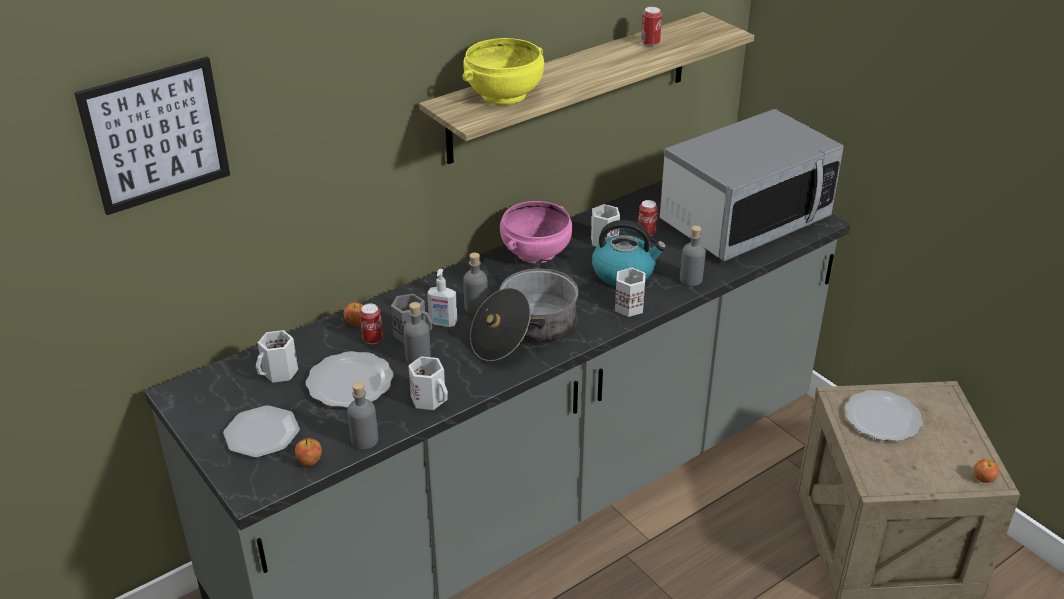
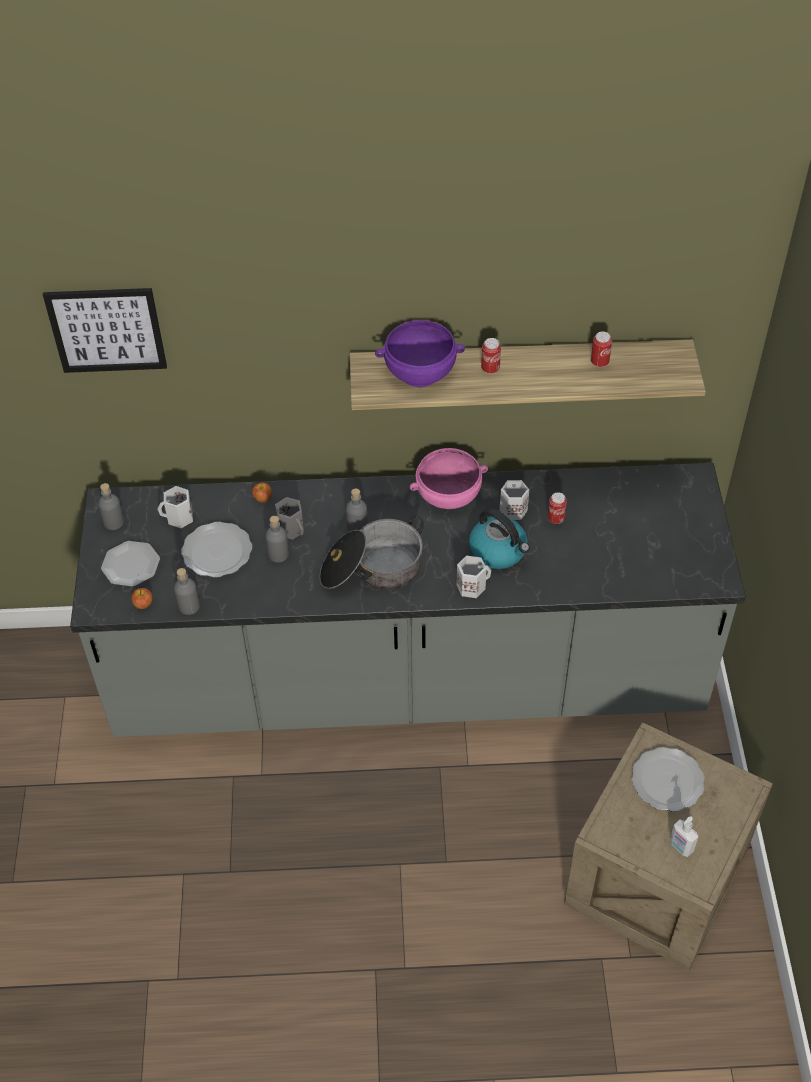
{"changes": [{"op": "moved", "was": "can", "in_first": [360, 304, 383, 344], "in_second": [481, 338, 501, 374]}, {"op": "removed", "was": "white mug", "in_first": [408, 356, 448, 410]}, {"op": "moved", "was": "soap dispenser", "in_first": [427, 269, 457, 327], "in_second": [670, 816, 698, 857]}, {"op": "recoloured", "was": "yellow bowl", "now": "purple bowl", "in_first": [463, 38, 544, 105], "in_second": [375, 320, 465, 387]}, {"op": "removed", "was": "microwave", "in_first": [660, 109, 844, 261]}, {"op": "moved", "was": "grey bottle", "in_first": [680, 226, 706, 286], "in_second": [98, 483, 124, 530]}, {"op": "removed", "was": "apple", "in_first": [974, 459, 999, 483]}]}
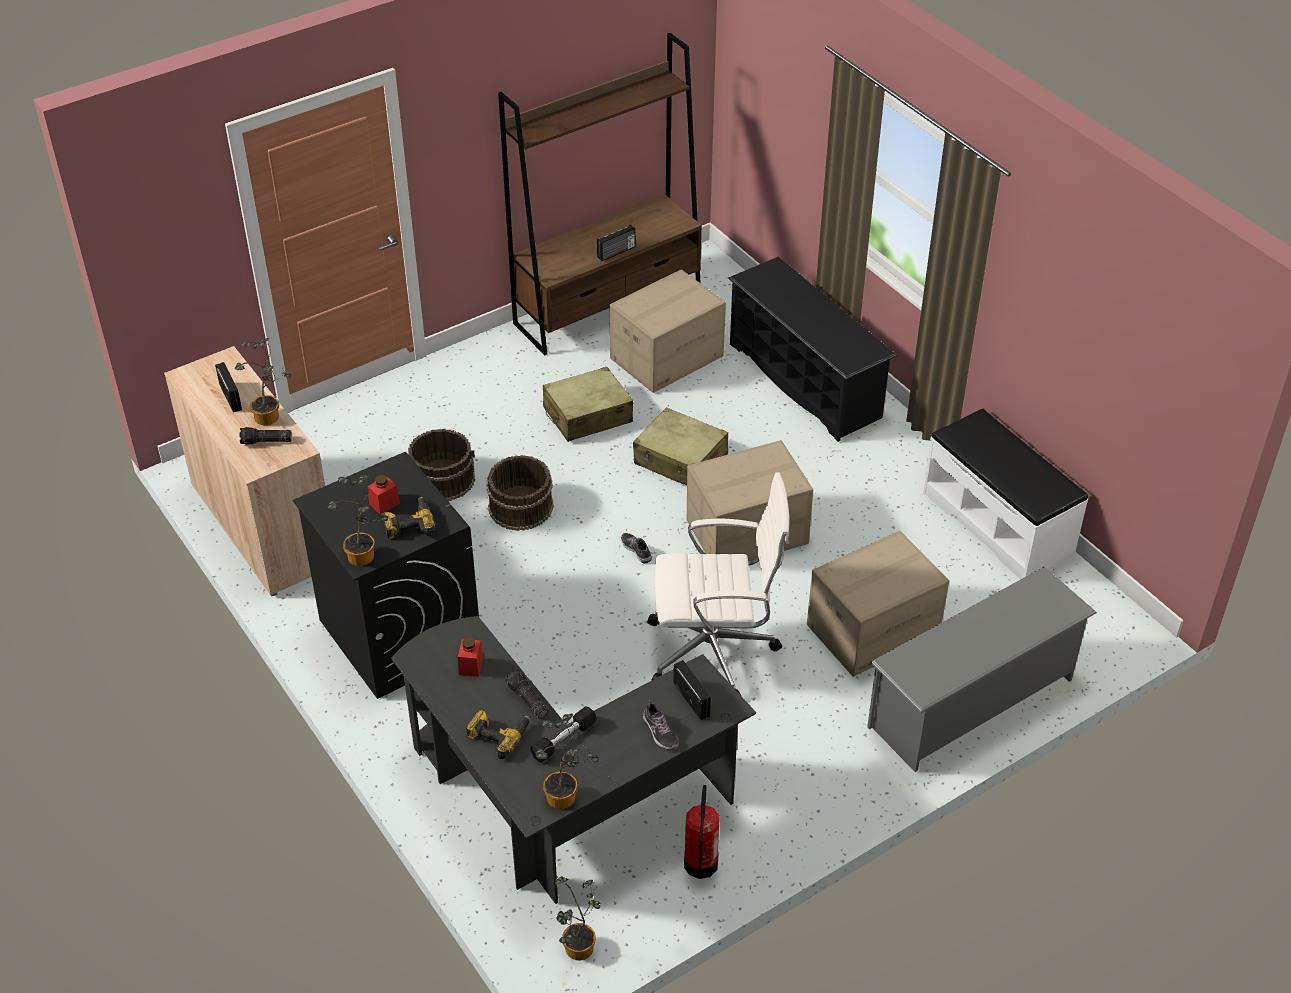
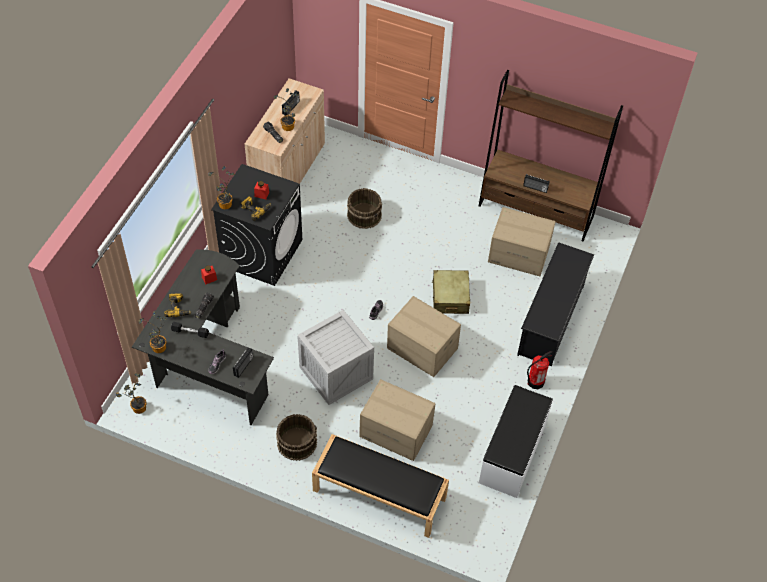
{"changes": [{"op": "moved", "was": "brown bucket", "in_first": [486, 455, 554, 531], "in_second": [276, 414, 317, 461]}, {"op": "removed", "was": "beige suitcase", "in_first": [543, 367, 633, 442]}, {"op": "replaced", "was": "white office chair", "now": "crate", "in_first": [647, 472, 789, 695], "in_second": [297, 310, 374, 405]}, {"op": "moved", "was": "fire extinguisher", "in_first": [684, 785, 720, 879], "in_second": [527, 351, 552, 389]}, {"op": "replaced", "was": "grey shoe rack", "now": "black bench", "in_first": [867, 567, 1097, 772], "in_second": [312, 434, 449, 538]}]}
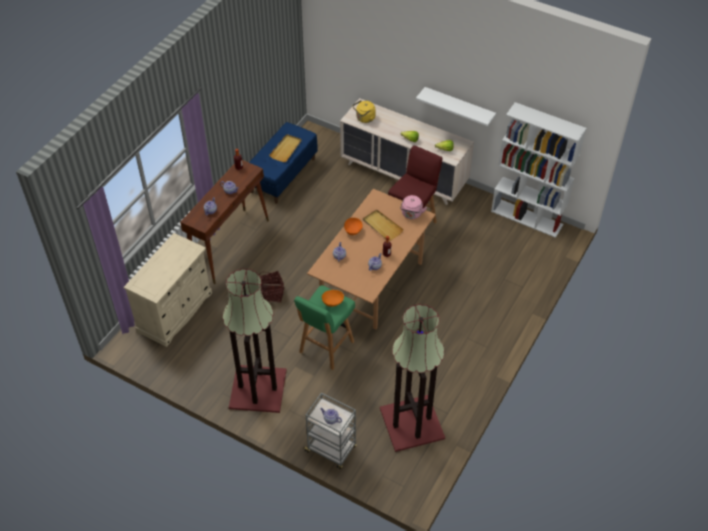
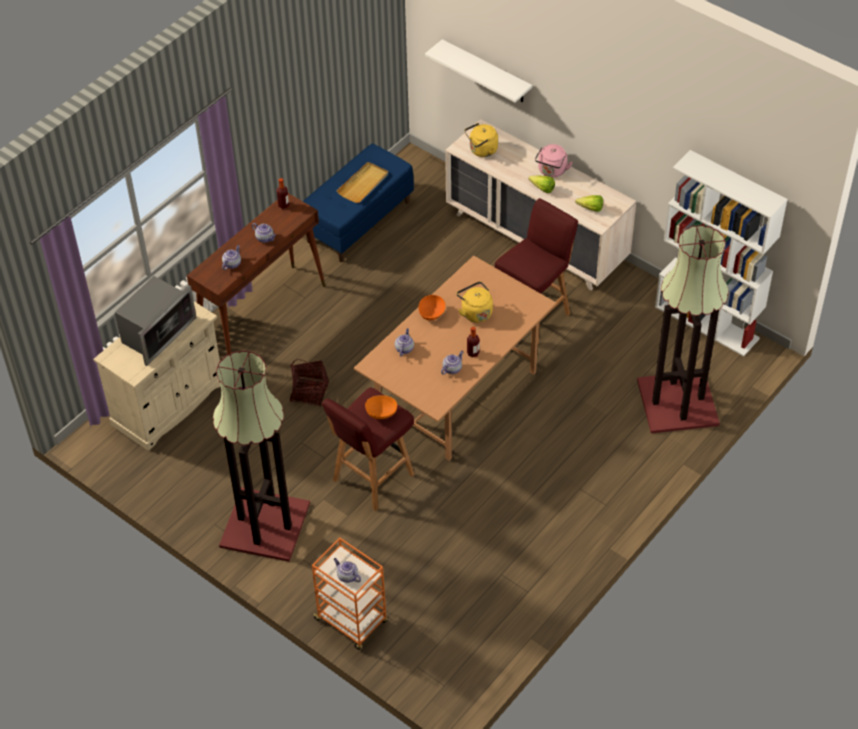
{"changes": [{"op": "recoloured", "was": "green stool", "now": "red stool", "in_first": [294, 285, 355, 370], "in_second": [322, 387, 415, 511]}, {"op": "recoloured", "was": "grey cart", "now": "orange cart", "in_first": [303, 393, 357, 469], "in_second": [311, 537, 388, 650]}, {"op": "replaced", "was": "beige tray", "now": "yellow kettle", "in_first": [363, 209, 404, 241], "in_second": [456, 282, 493, 323]}, {"op": "moved", "was": "floor lamp", "in_first": [380, 304, 445, 452], "in_second": [637, 225, 729, 433]}, {"op": "moved", "was": "pink kettle", "in_first": [400, 195, 427, 219], "in_second": [535, 144, 573, 177]}, {"op": "moved", "was": "white shelf", "in_first": [416, 87, 496, 126], "in_second": [425, 39, 532, 103]}, {"op": "added", "now": "microwave", "in_second": [115, 276, 197, 366]}]}
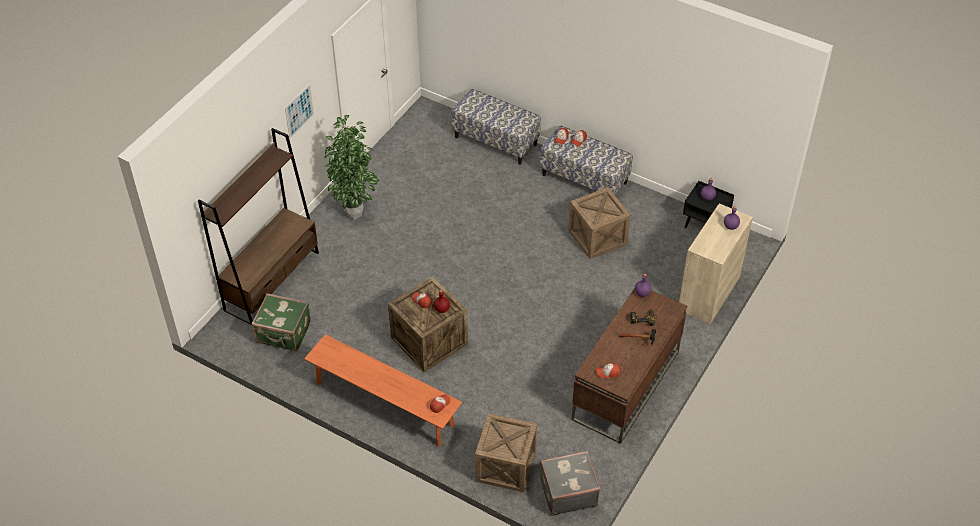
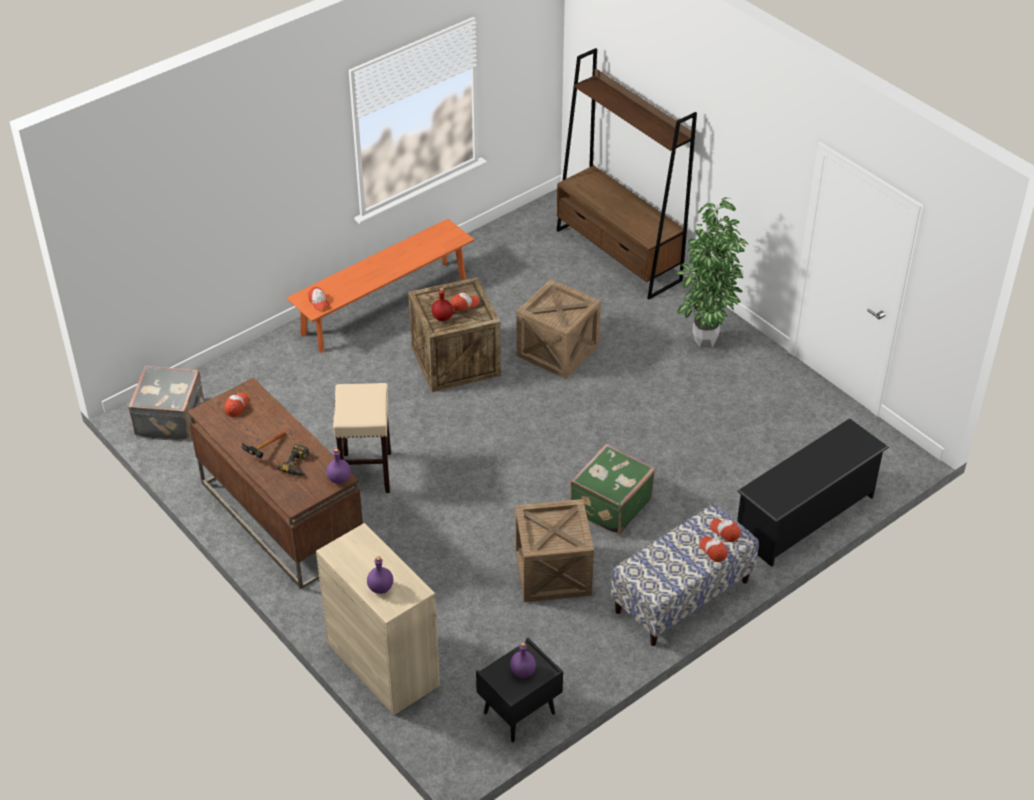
{"changes": [{"op": "moved", "was": "green suitcase", "in_first": [251, 293, 311, 351], "in_second": [570, 444, 655, 535]}, {"op": "removed", "was": "picture", "in_first": [285, 84, 314, 138]}, {"op": "replaced", "was": "bench", "now": "black shoe rack", "in_first": [451, 89, 541, 165], "in_second": [737, 418, 889, 567]}, {"op": "moved", "was": "crate", "in_first": [475, 413, 537, 492], "in_second": [517, 279, 601, 379]}, {"op": "added", "now": "beige stool", "in_second": [333, 383, 391, 493]}]}
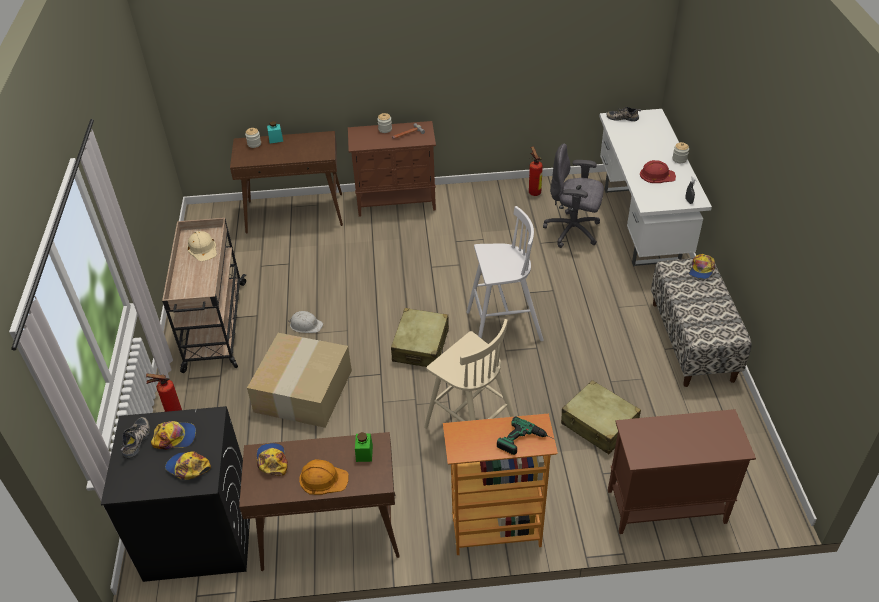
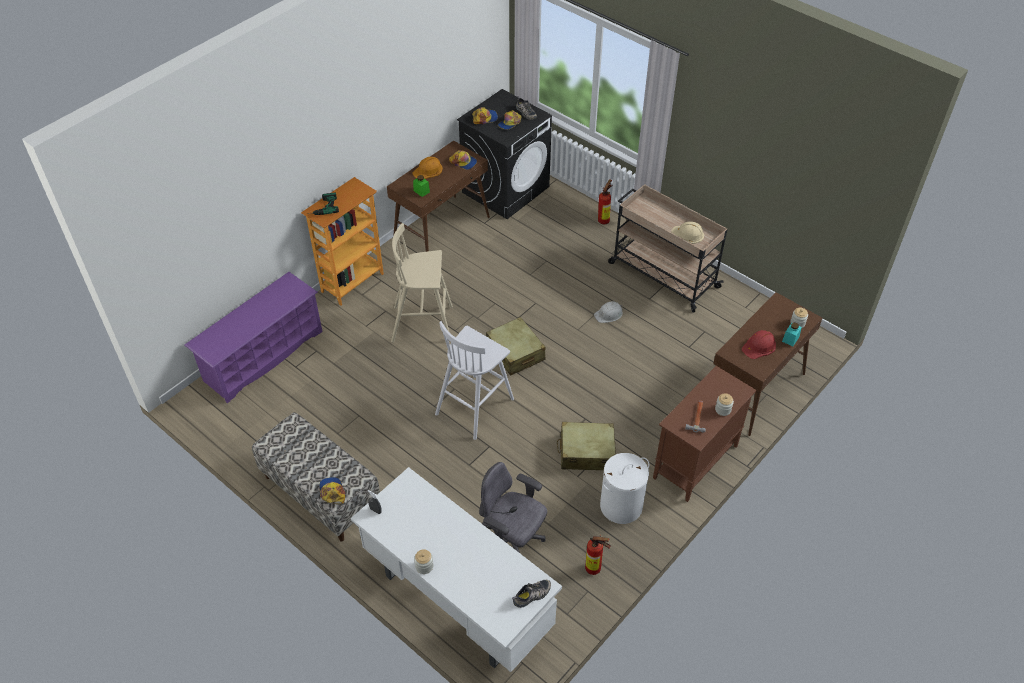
{"changes": [{"op": "removed", "was": "cardboard box", "in_first": [247, 333, 352, 428]}, {"op": "turned", "was": "grey office chair", "in_first": [543, 144, 604, 248], "in_second": [479, 462, 547, 553], "clockwise": -120}, {"op": "moved", "was": "beige suitcase", "in_first": [561, 380, 641, 454], "in_second": [557, 422, 616, 470]}, {"op": "replaced", "was": "brown cabinet", "now": "purple shoe rack", "in_first": [608, 409, 756, 534], "in_second": [185, 272, 323, 403]}, {"op": "moved", "was": "red hard hat", "in_first": [640, 160, 676, 183], "in_second": [742, 330, 776, 359]}, {"op": "added", "now": "white laundry basket", "in_second": [600, 453, 649, 524]}]}
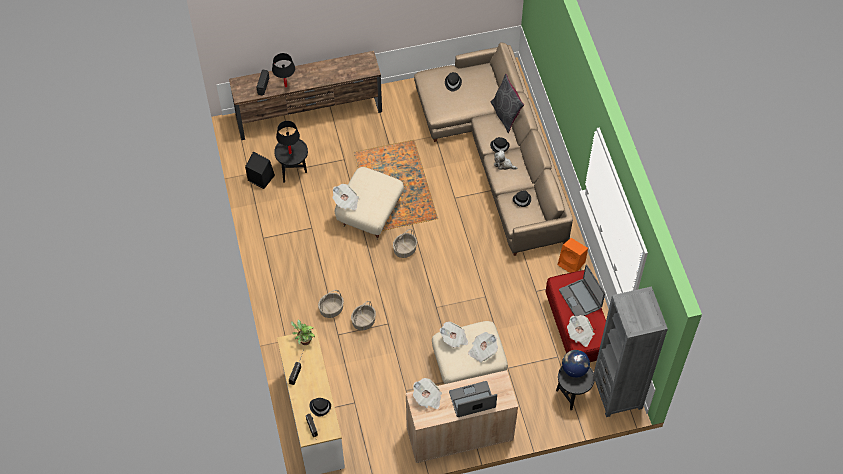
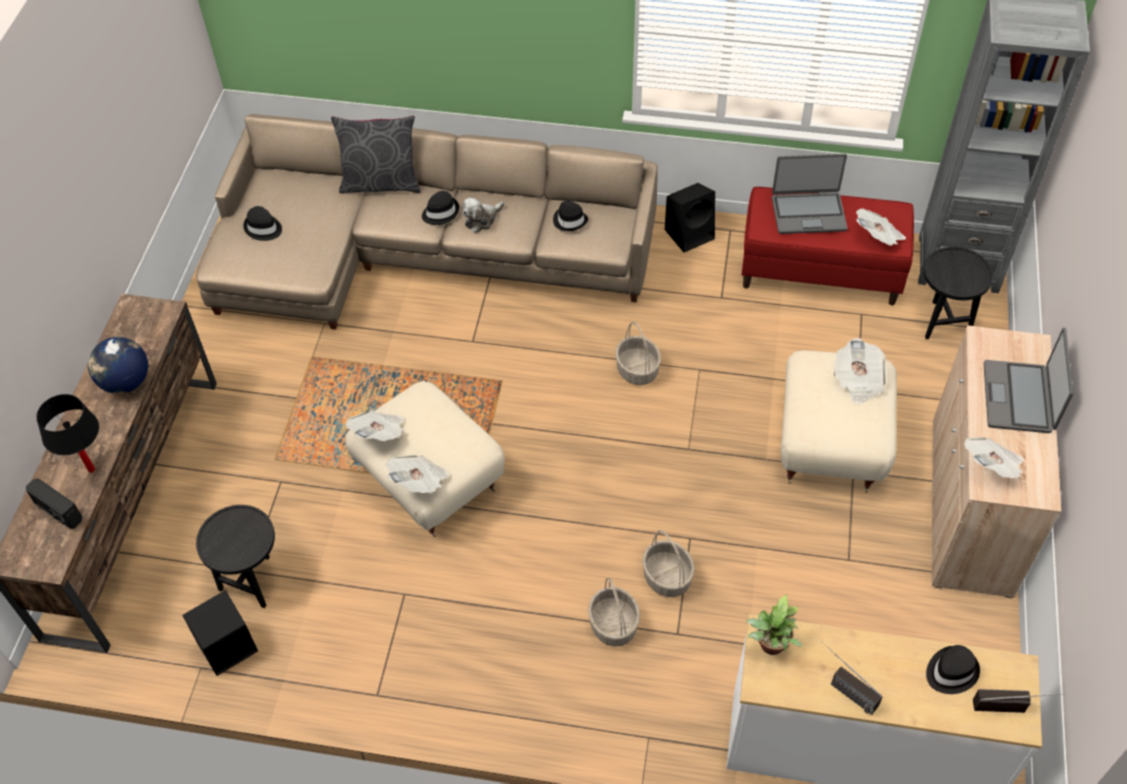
{"changes": [{"op": "removed", "was": "black table lamp", "in_first": [276, 121, 300, 154]}, {"op": "moved", "was": "basket", "in_first": [393, 229, 417, 258], "in_second": [616, 321, 661, 385]}, {"op": "moved", "was": "newspaper", "in_first": [440, 322, 468, 348], "in_second": [346, 410, 404, 441]}, {"op": "recoloured", "was": "orange speaker", "now": "black speaker", "in_first": [558, 238, 588, 273], "in_second": [665, 183, 715, 252]}, {"op": "moved", "was": "globe", "in_first": [562, 350, 590, 378], "in_second": [88, 337, 148, 394]}]}
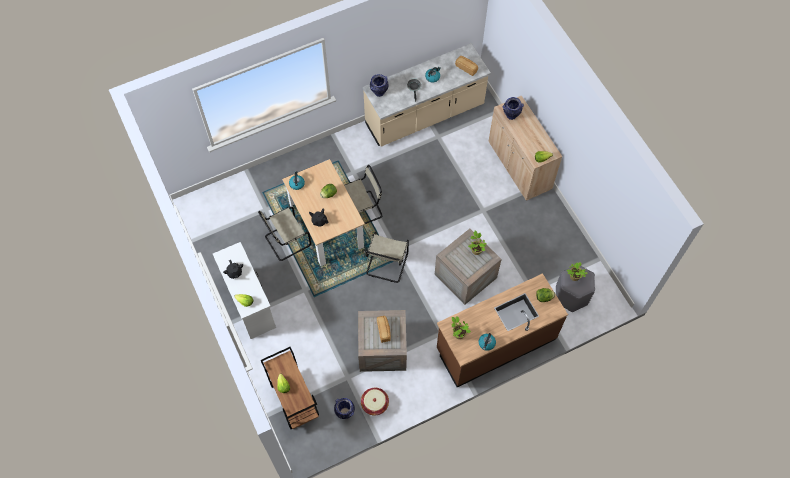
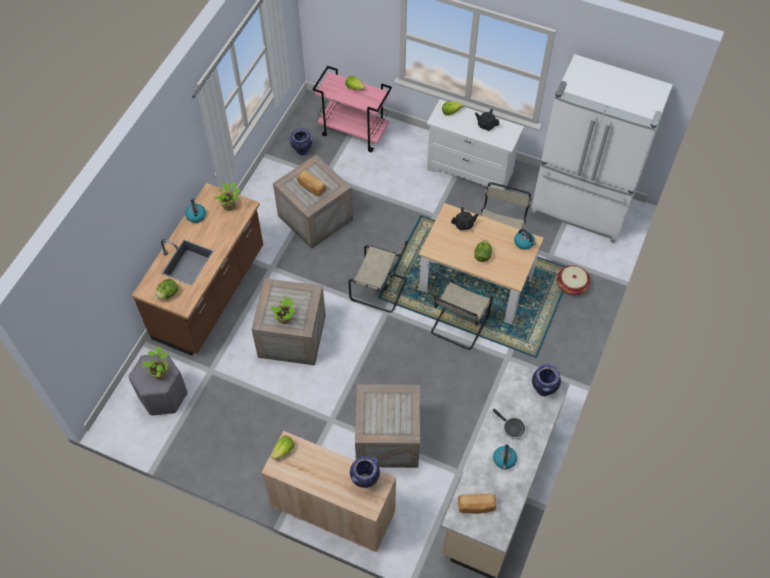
{"changes": [{"op": "recoloured", "was": "brown cart", "now": "pink cart", "in_first": [261, 347, 319, 429], "in_second": [312, 66, 392, 152]}, {"op": "moved", "was": "basket", "in_first": [361, 388, 389, 416], "in_second": [557, 265, 590, 295]}, {"op": "turned", "was": "beige chair", "in_first": [364, 232, 409, 283], "in_second": [348, 241, 408, 313], "clockwise": 135}, {"op": "added", "now": "crate", "in_second": [355, 384, 420, 468]}, {"op": "added", "now": "white fridge", "in_second": [531, 54, 673, 243]}]}
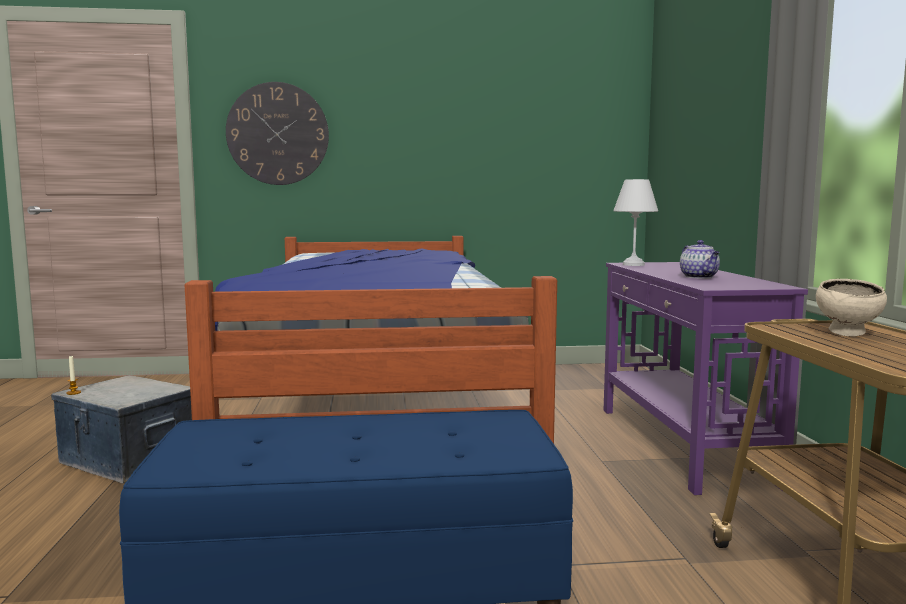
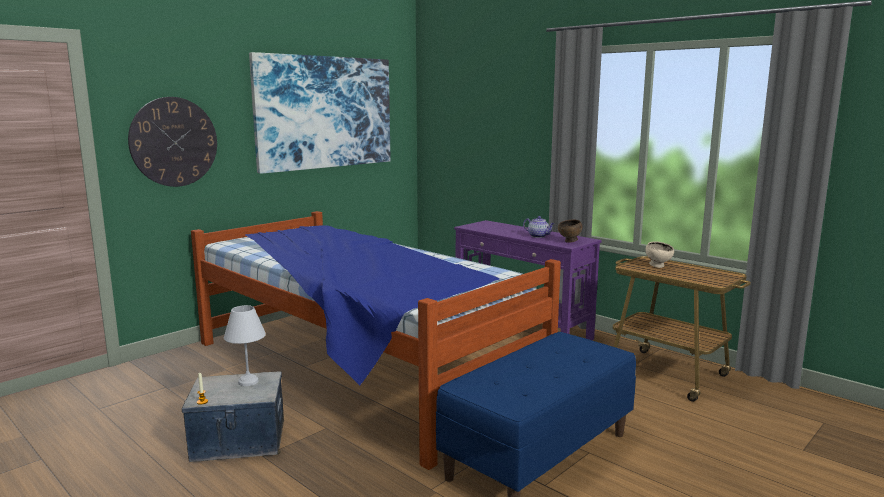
{"changes": [{"op": "moved", "was": "white table lamp", "in_first": [613, 179, 658, 266], "in_second": [224, 305, 266, 386]}, {"op": "added", "now": "picture", "in_second": [249, 52, 391, 174]}, {"op": "added", "now": "brown bowl", "in_second": [558, 219, 582, 243]}]}
